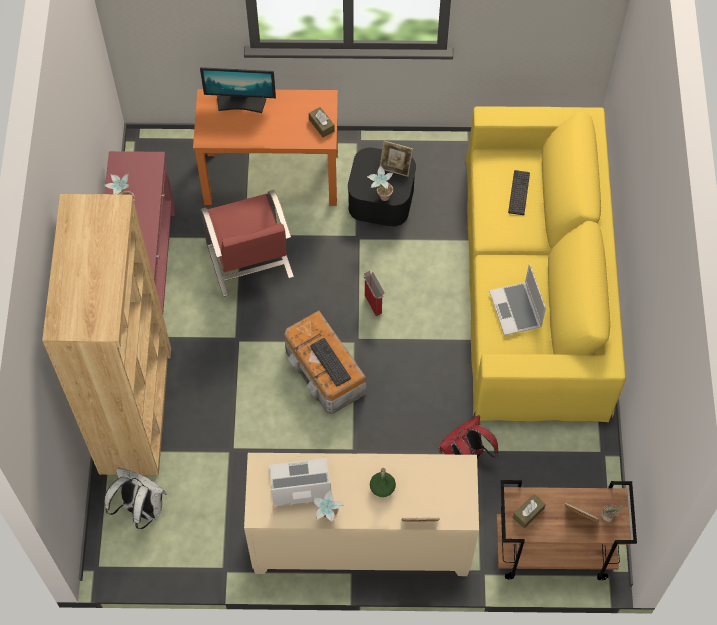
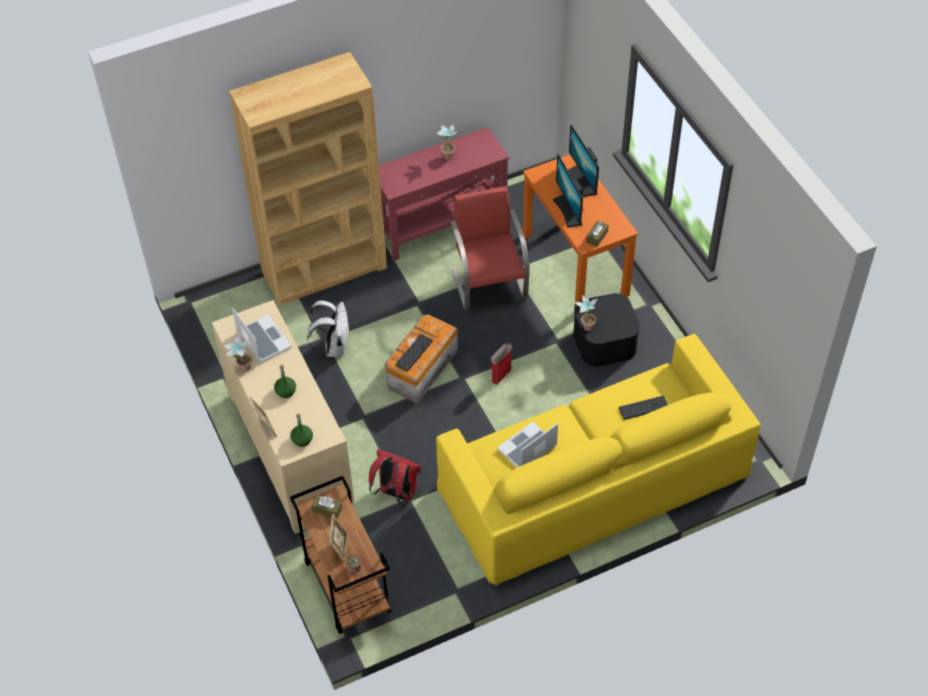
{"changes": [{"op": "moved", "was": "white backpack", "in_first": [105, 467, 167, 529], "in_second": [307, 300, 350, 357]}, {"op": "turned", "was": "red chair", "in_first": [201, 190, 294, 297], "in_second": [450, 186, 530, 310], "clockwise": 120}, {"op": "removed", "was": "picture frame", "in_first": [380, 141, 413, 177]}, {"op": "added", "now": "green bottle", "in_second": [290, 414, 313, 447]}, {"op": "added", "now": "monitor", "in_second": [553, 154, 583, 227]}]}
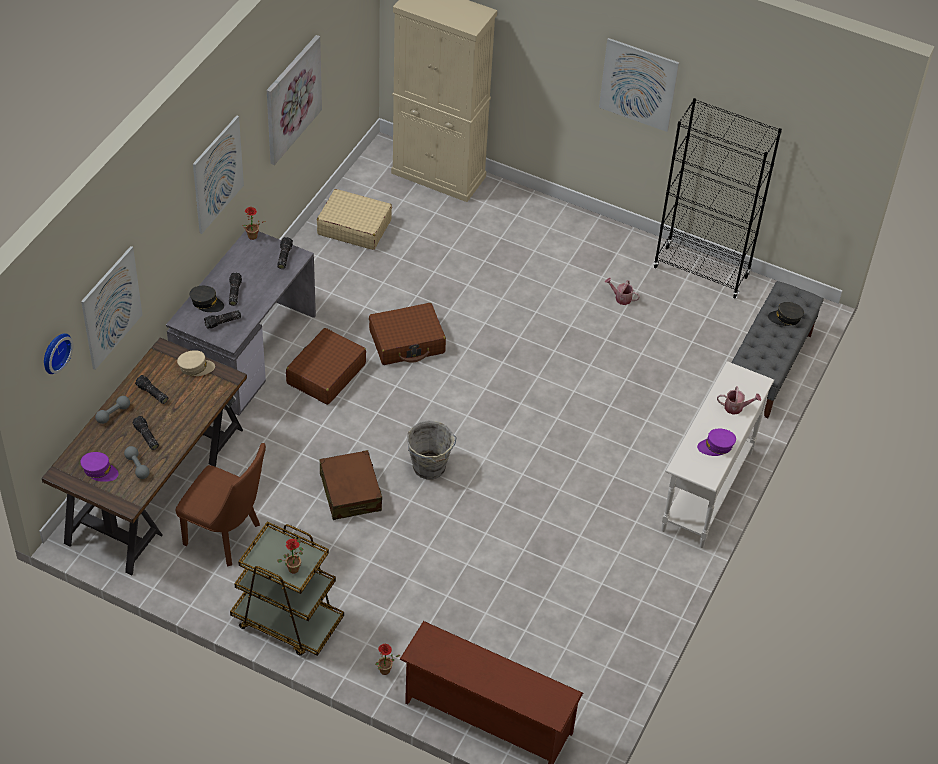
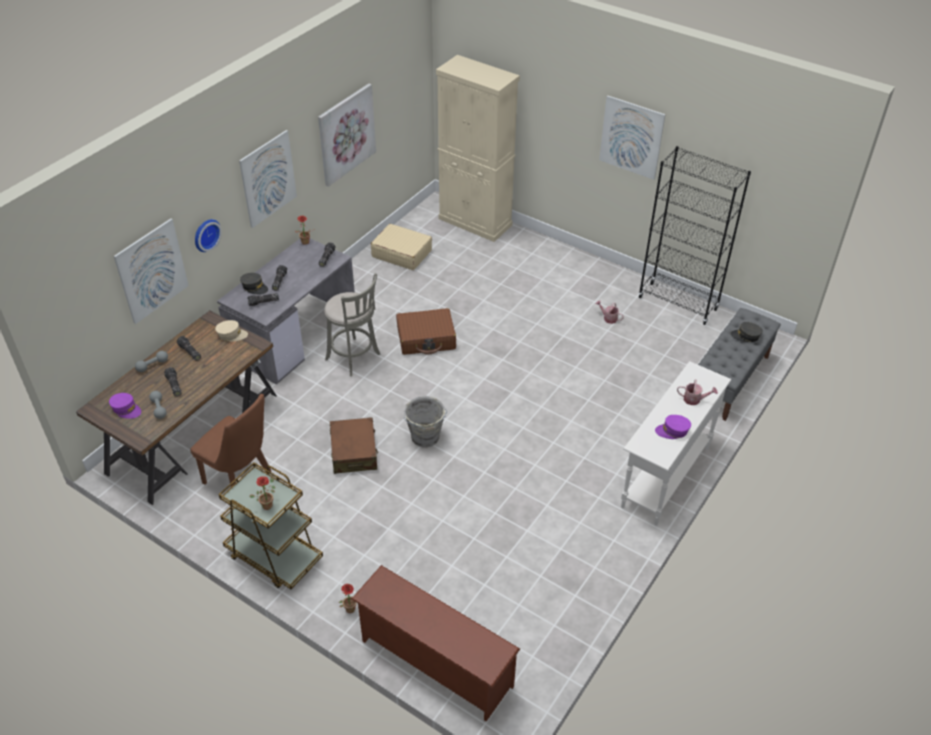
{"changes": [{"op": "moved", "was": "wall clock", "in_first": [44, 333, 73, 374], "in_second": [195, 219, 222, 252]}, {"op": "replaced", "was": "brown suitcase", "now": "grey stool", "in_first": [286, 328, 366, 405], "in_second": [324, 273, 381, 376]}]}
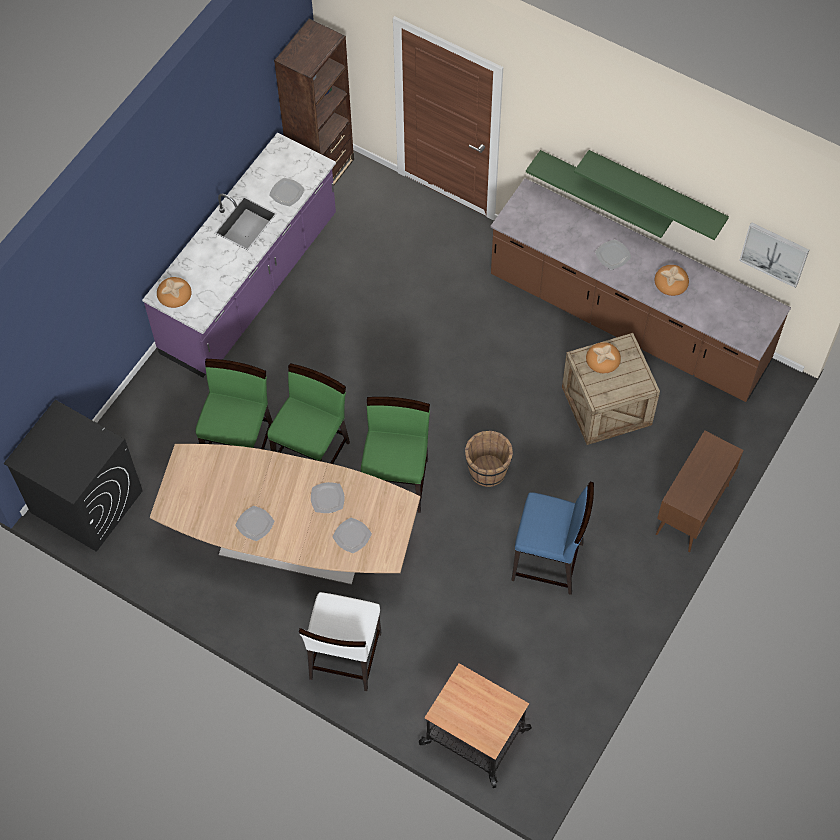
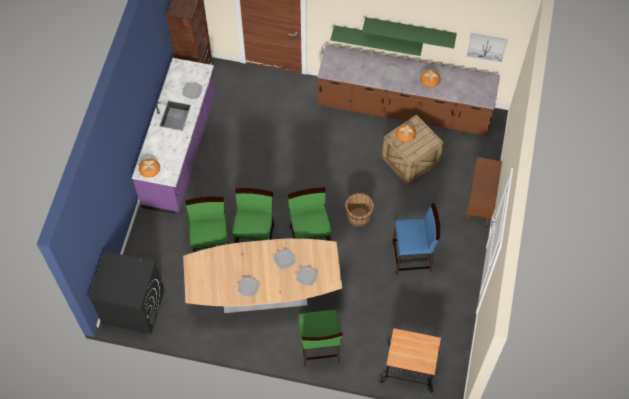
{"changes": [{"op": "recoloured", "was": "white chair", "now": "green chair", "in_first": [299, 592, 382, 691], "in_second": [298, 310, 343, 367]}]}
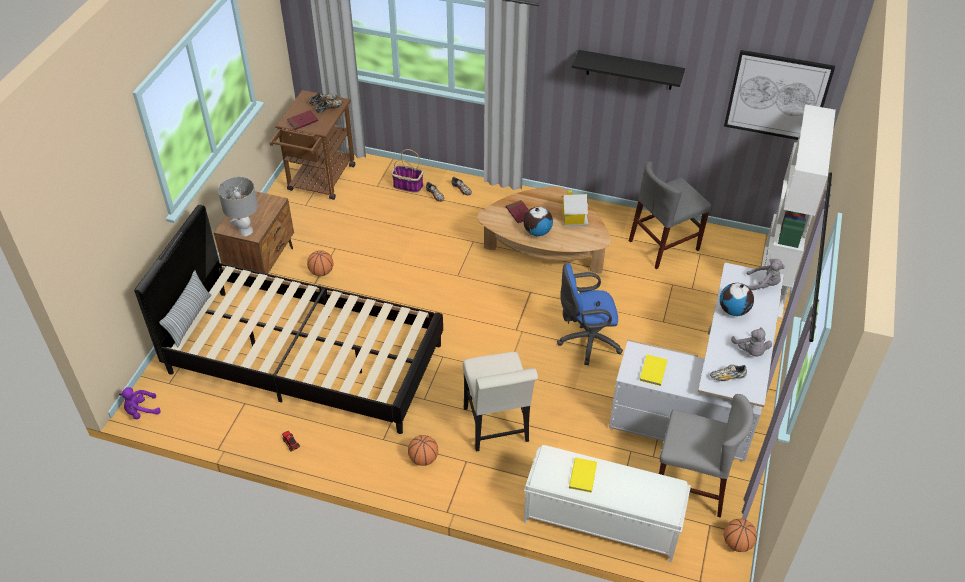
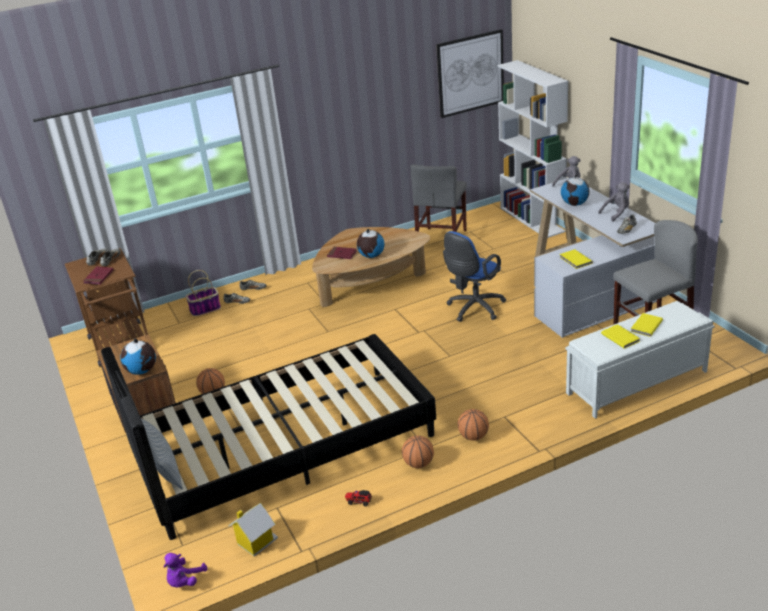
{"changes": [{"op": "replaced", "was": "grey table lamp", "now": "globe", "in_first": [218, 177, 258, 236], "in_second": [120, 338, 156, 375]}, {"op": "removed", "was": "white chair", "in_first": [463, 352, 538, 451]}, {"op": "moved", "was": "toy house", "in_first": [561, 190, 588, 226], "in_second": [228, 503, 278, 557]}, {"op": "removed", "was": "black shelf", "in_first": [572, 50, 685, 90]}, {"op": "moved", "was": "basketball", "in_first": [724, 519, 757, 552], "in_second": [402, 435, 434, 468]}, {"op": "turned", "was": "grey plush toy", "in_first": [731, 327, 772, 357], "in_second": [598, 182, 630, 222], "clockwise": -60}, {"op": "added", "now": "yellow book", "in_second": [630, 313, 663, 337]}]}
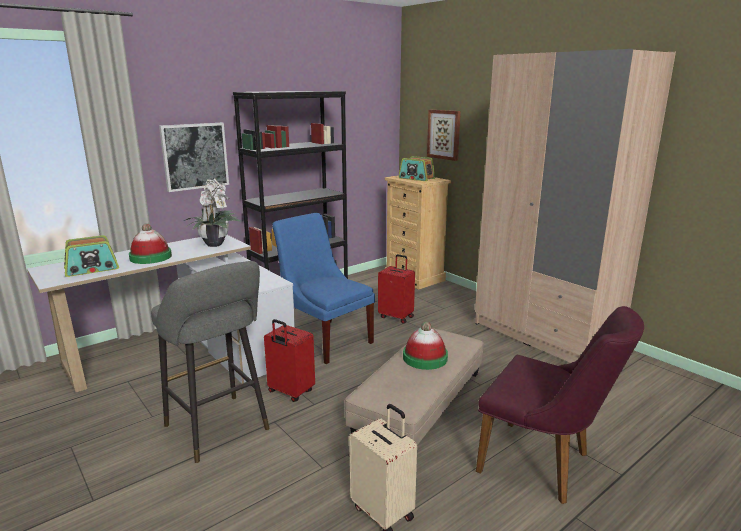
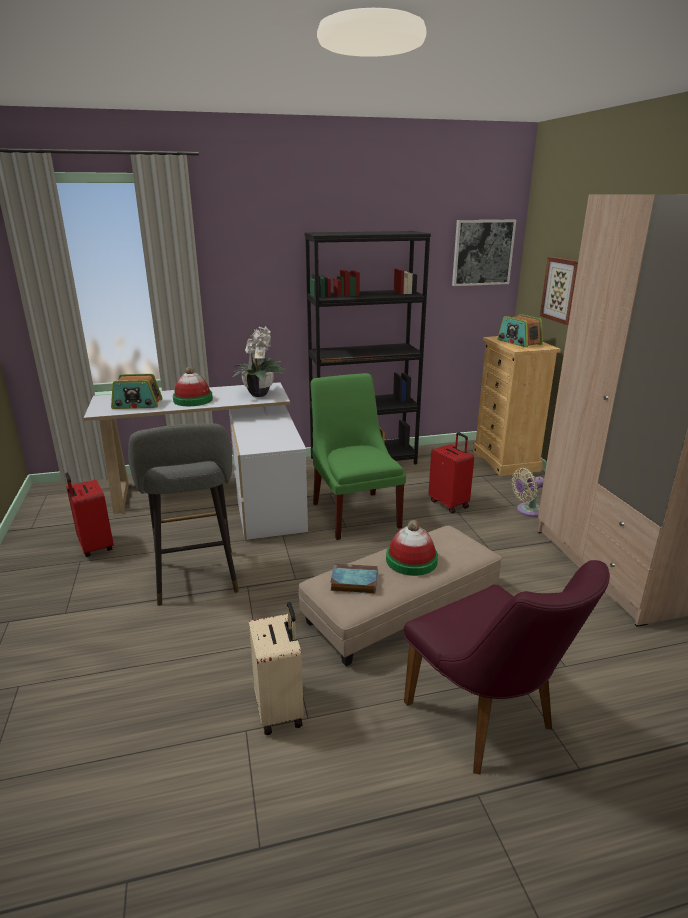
{"changes": [{"op": "moved", "was": "picture", "in_first": [159, 123, 229, 192], "in_second": [452, 220, 516, 286]}, {"op": "moved", "was": "red suitcase", "in_first": [264, 319, 315, 402], "in_second": [65, 473, 114, 557]}, {"op": "recoloured", "was": "blue chair", "now": "green chair", "in_first": [272, 213, 375, 364], "in_second": [310, 373, 406, 540]}, {"op": "added", "now": "book", "in_second": [330, 564, 377, 594]}, {"op": "added", "now": "beige fan", "in_second": [512, 468, 544, 517]}]}
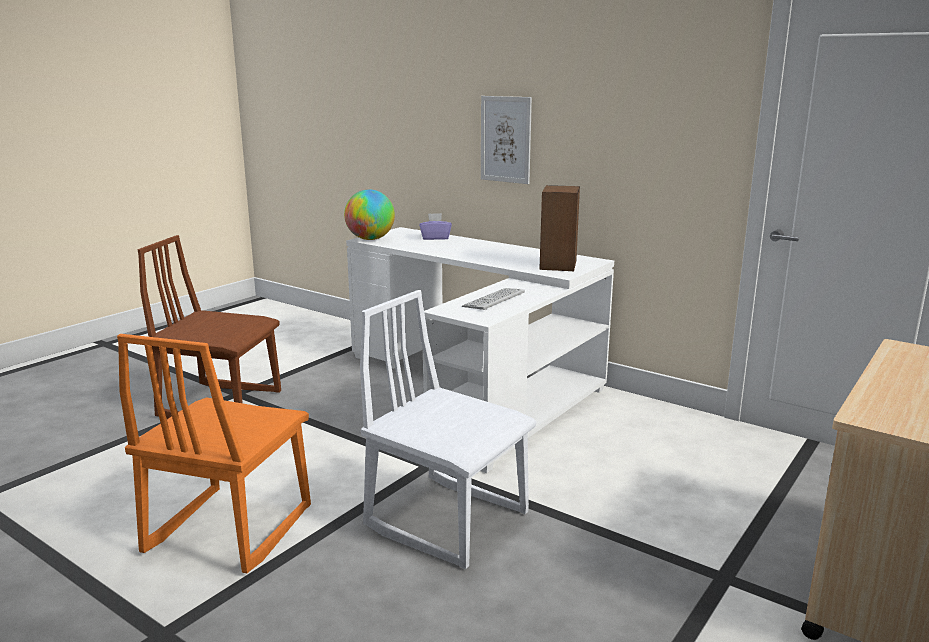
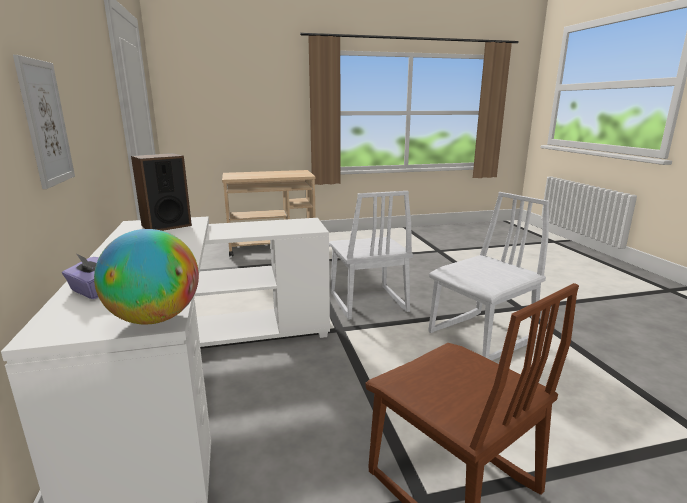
{"changes": [{"op": "recoloured", "was": "orange chair", "now": "white chair", "in_first": [117, 334, 311, 574], "in_second": [428, 192, 550, 360]}, {"op": "removed", "was": "keyboard", "in_first": [462, 288, 525, 310]}]}
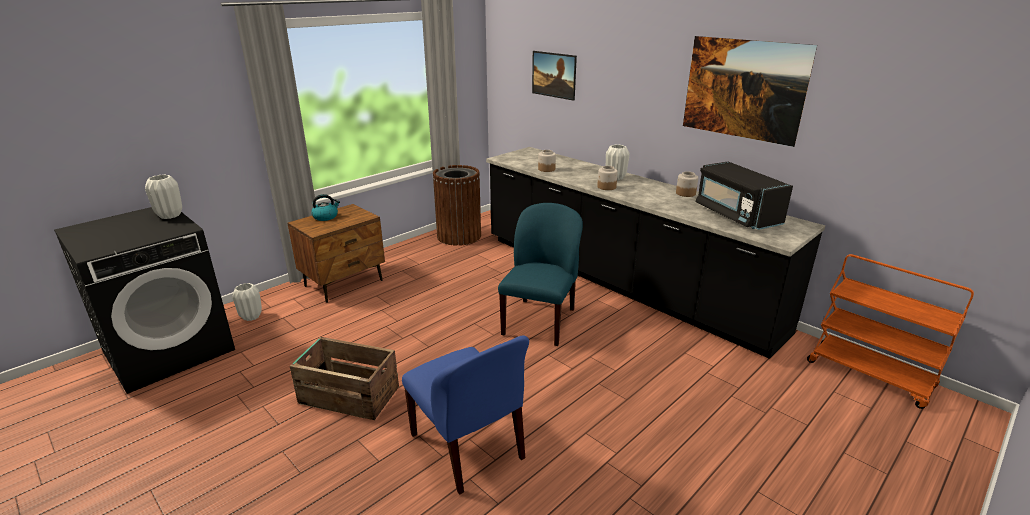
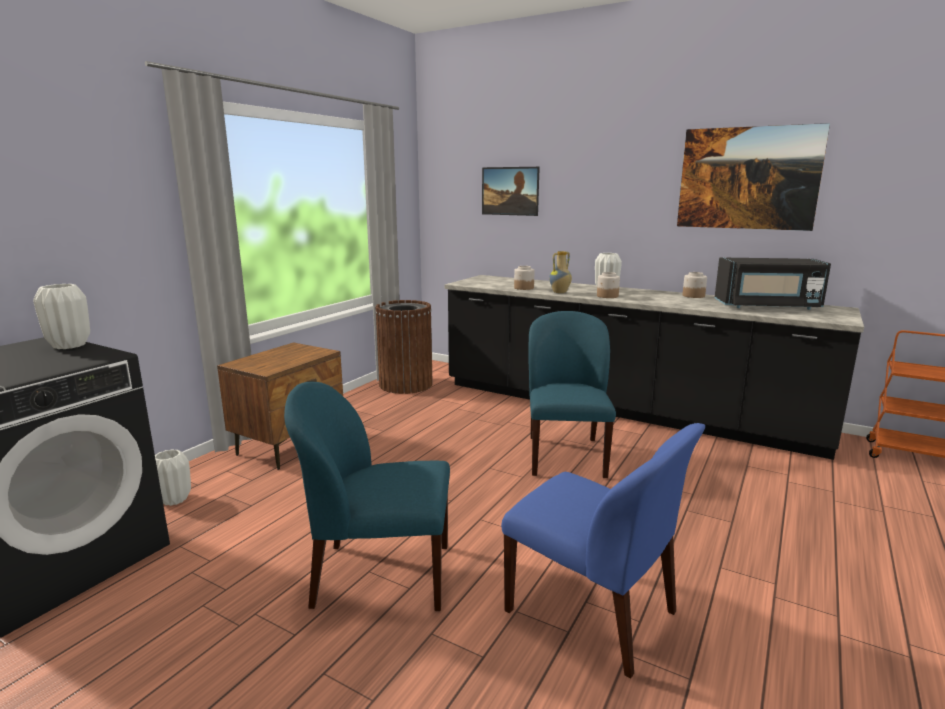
{"changes": [{"op": "replaced", "was": "crate", "now": "blue chair", "in_first": [290, 337, 399, 420], "in_second": [284, 382, 450, 611]}, {"op": "removed", "was": "kettle", "in_first": [311, 194, 340, 221]}, {"op": "turned", "was": "black microwave", "in_first": [696, 162, 793, 230], "in_second": [715, 258, 831, 310], "clockwise": -45}, {"op": "added", "now": "vase", "in_second": [549, 251, 572, 293]}]}
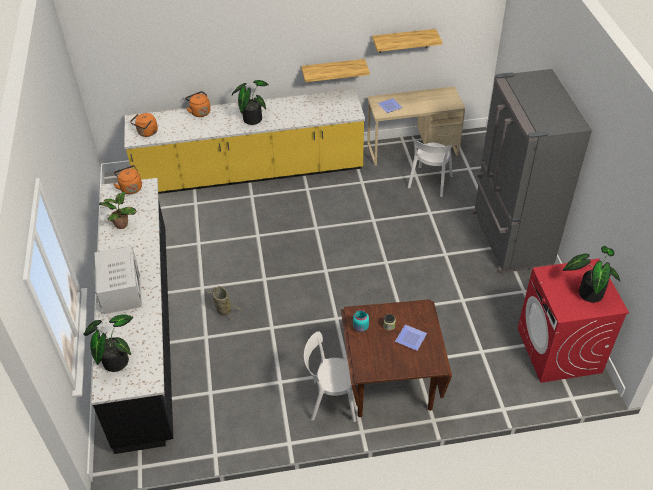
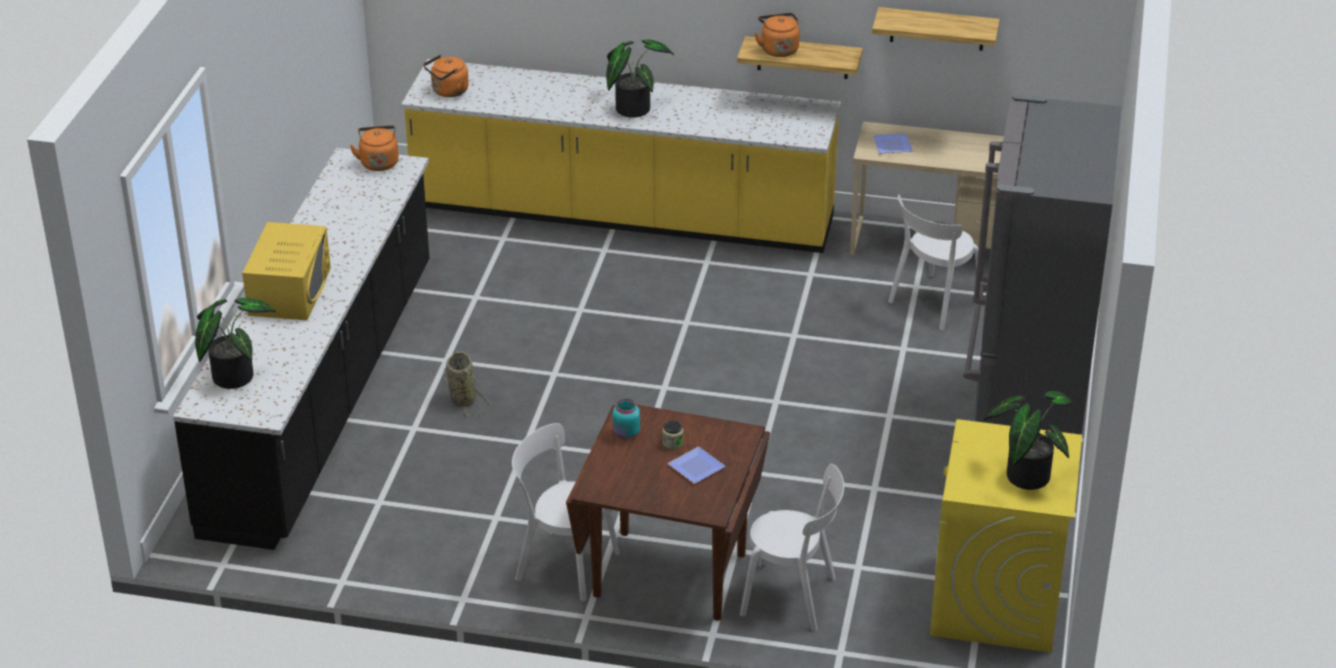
{"changes": [{"op": "recoloured", "was": "white microwave", "now": "yellow microwave", "in_first": [94, 246, 142, 314], "in_second": [242, 222, 331, 320]}, {"op": "removed", "was": "potted plant", "in_first": [99, 192, 137, 229]}, {"op": "moved", "was": "orange kettle", "in_first": [185, 91, 211, 117], "in_second": [755, 13, 800, 57]}, {"op": "recoloured", "was": "red washing machine", "now": "yellow washing machine", "in_first": [518, 258, 629, 383], "in_second": [930, 419, 1082, 653]}, {"op": "added", "now": "white chair", "in_second": [740, 464, 844, 631]}]}
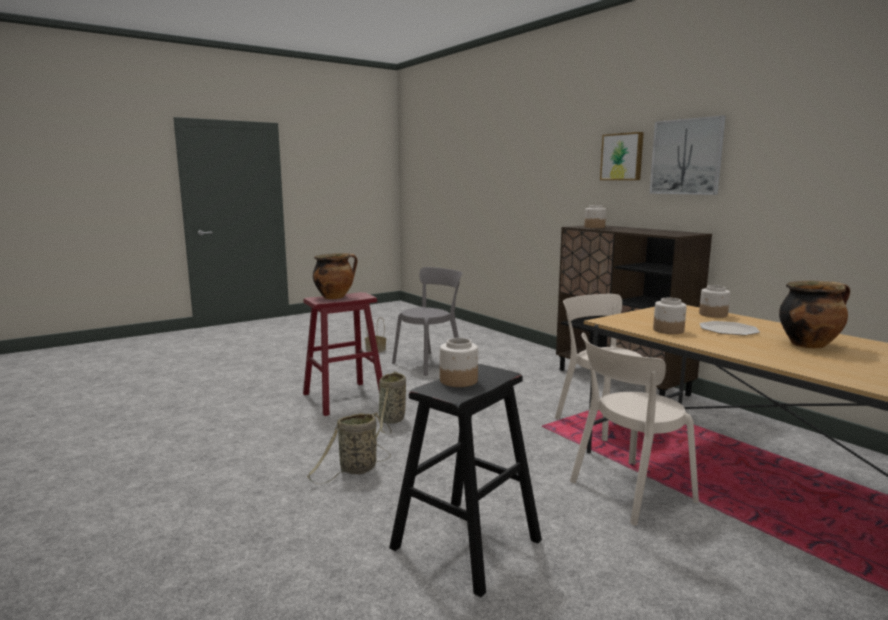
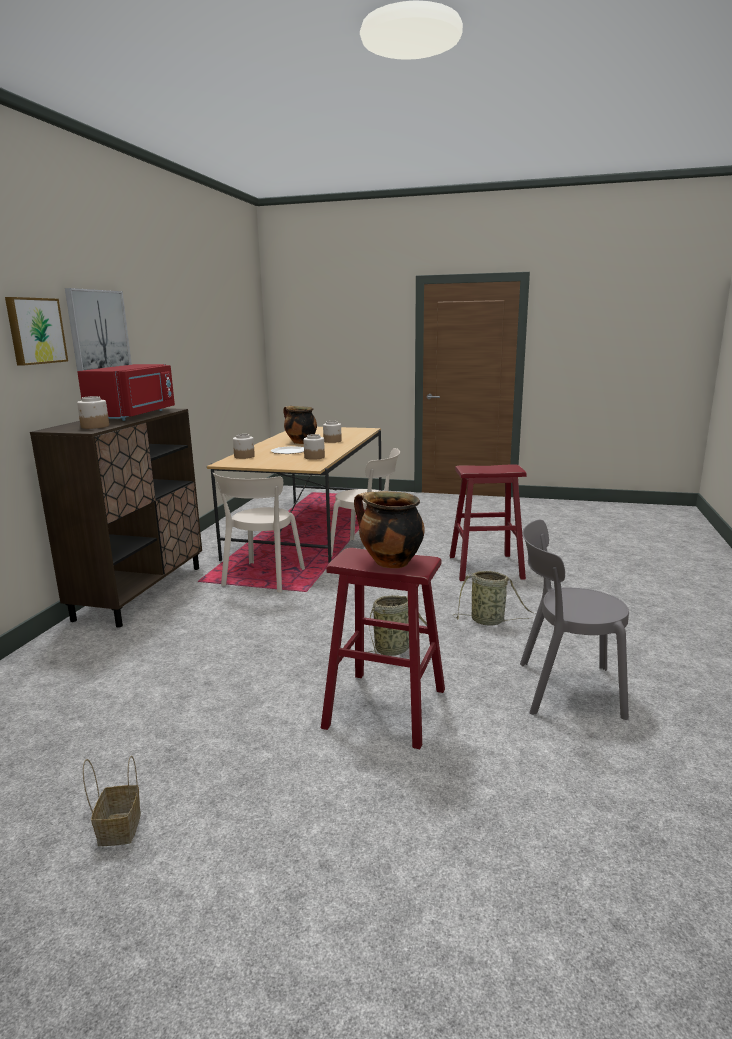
{"changes": [{"op": "recoloured", "was": "black stool", "now": "red stool", "in_first": [389, 364, 542, 597], "in_second": [450, 464, 527, 581]}, {"op": "moved", "was": "grey chair", "in_first": [392, 267, 463, 376], "in_second": [520, 519, 629, 720]}, {"op": "moved", "was": "jar", "in_first": [440, 338, 478, 387], "in_second": [323, 421, 342, 443]}, {"op": "added", "now": "red microwave", "in_second": [77, 364, 175, 421]}]}
